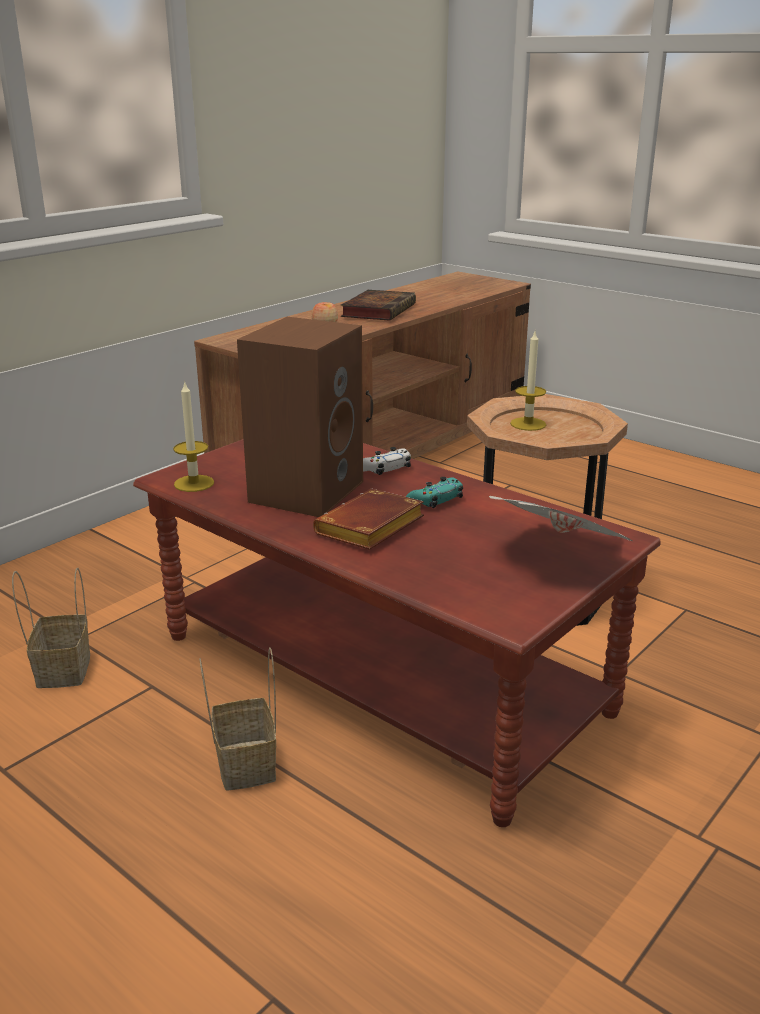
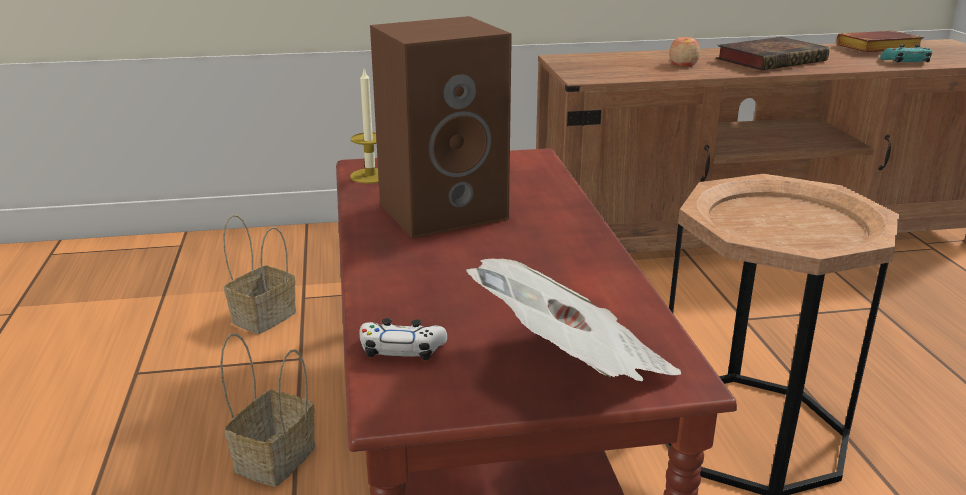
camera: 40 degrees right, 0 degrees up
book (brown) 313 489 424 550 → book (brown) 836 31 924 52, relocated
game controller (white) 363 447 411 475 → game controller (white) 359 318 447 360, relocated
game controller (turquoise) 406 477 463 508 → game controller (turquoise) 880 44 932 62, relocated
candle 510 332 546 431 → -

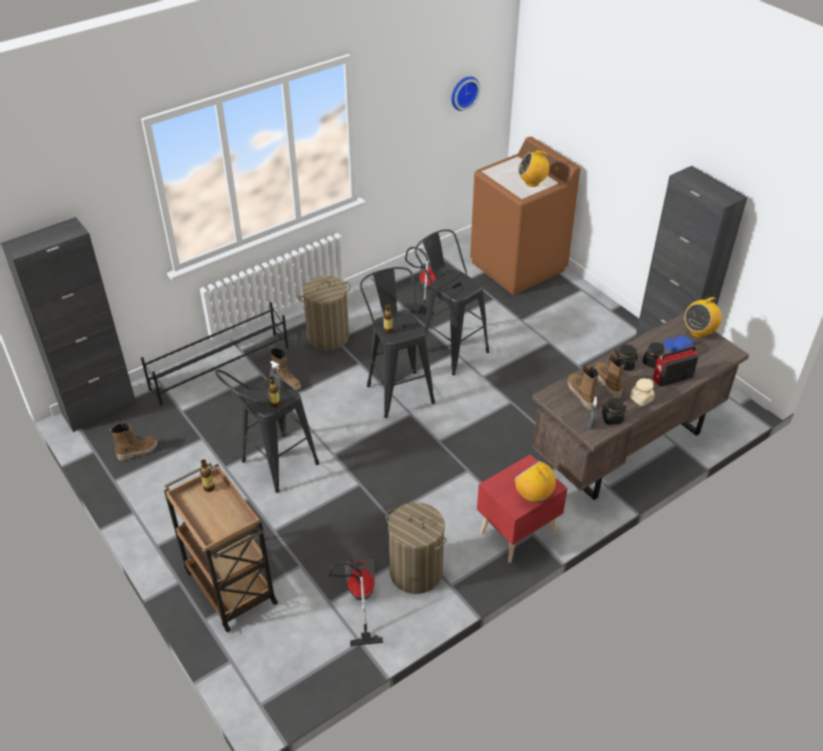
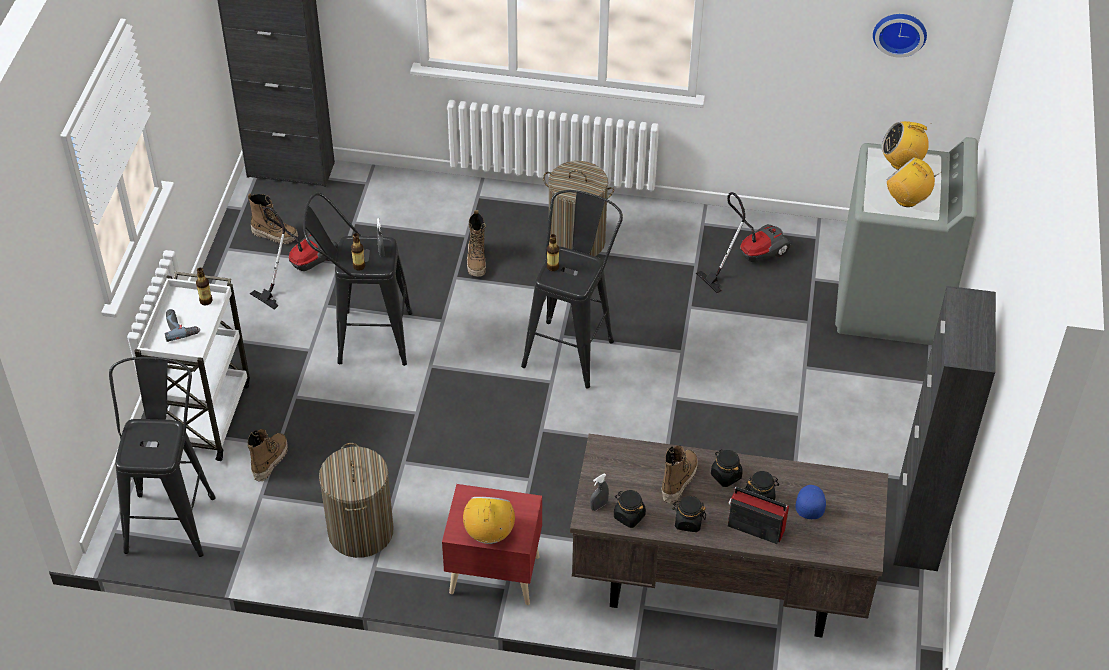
camera: 45 degrees right, 5 degrees up
shoe rack (black) 141 302 289 406 → -
cart (brown) 164 462 278 633 → cart (white) 134 272 250 461
vacuum cleaner 328 557 383 646 → vacuum cleaner 250 207 338 310, relocated
stool (black) 415 229 489 375 → stool (black) 109 357 216 557, relocated
washing machine (brown) 470 137 580 295 → washing machine (grey) 835 137 978 345
boot 567 366 599 410 → boot 247 429 288 481, relocated
jar (beige) 630 378 654 406 → jar (black) 673 496 706 532
radio 684 294 722 338 → radio 881 121 932 170, relocated
- → power drill 164 309 200 342

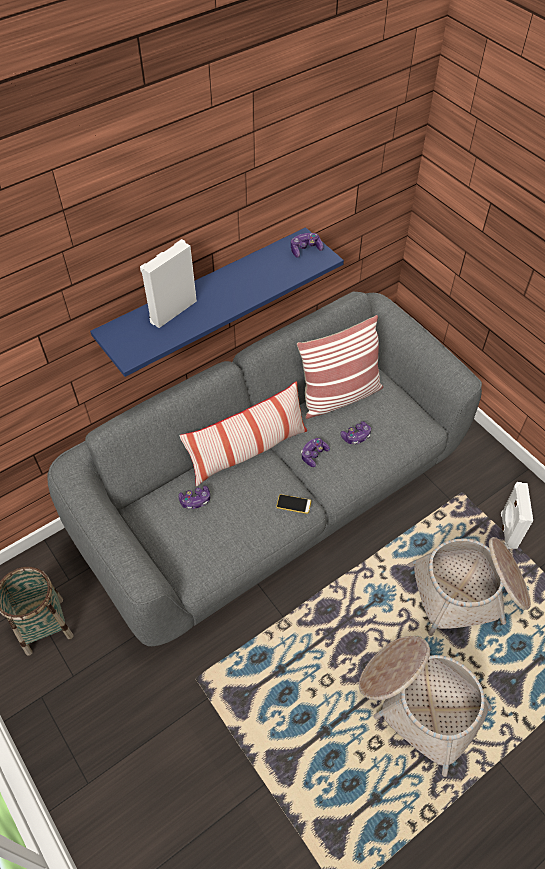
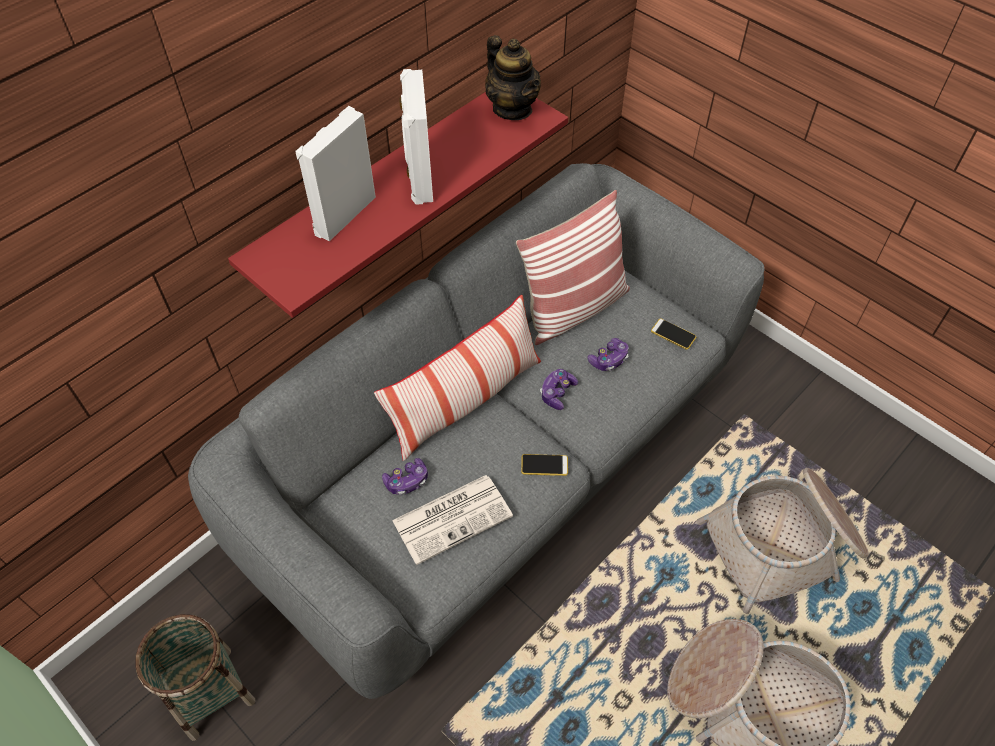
camera: 10 degrees left, 0 degrees up
shelf (blue) 90 227 344 377 → shelf (red) 228 92 568 318
game controller 291 233 323 258 → teapot 485 35 541 120
speaker (white) 501 482 533 549 → speaker (white) 399 69 433 205, relocated
- → newspaper 392 475 513 565
- → phone 651 318 696 350

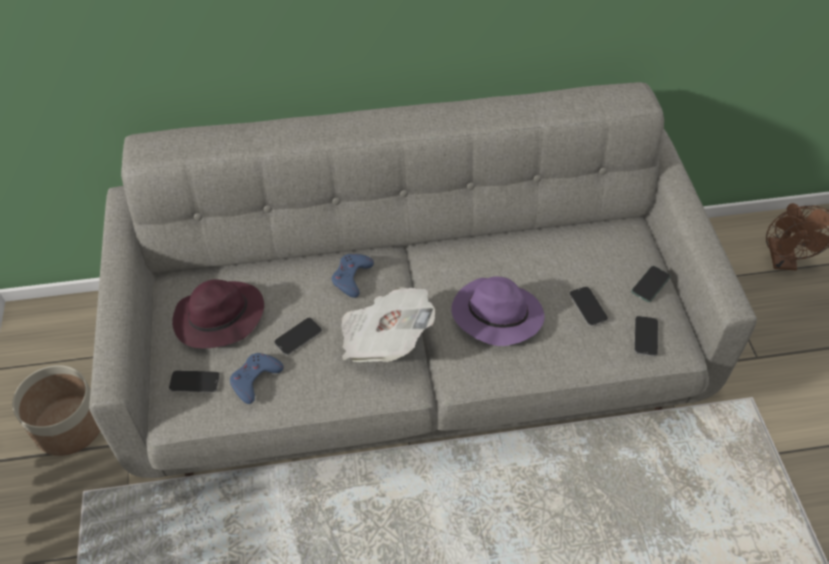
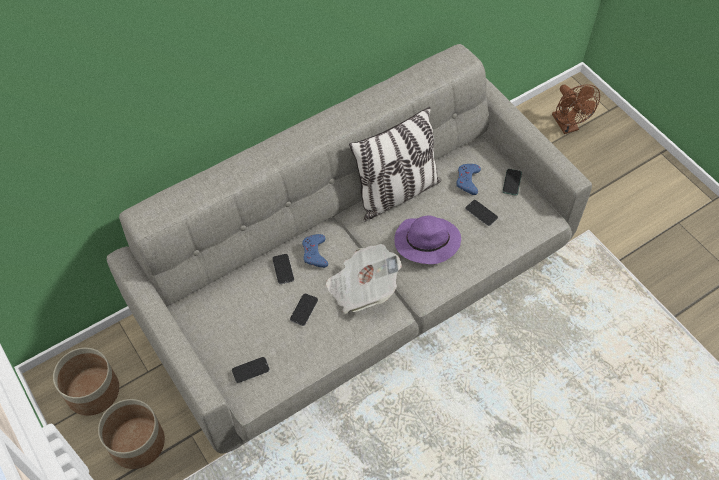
camera: 25 degrees left, 5 degrees up
hat (purple) 172 279 264 349 → -
game controller (blue) 230 353 284 404 → game controller (blue) 456 164 481 195, relocated
phone 634 316 658 356 → phone 272 254 294 284, relocated
- → planter 53 348 119 416
- → pillow 349 107 441 221

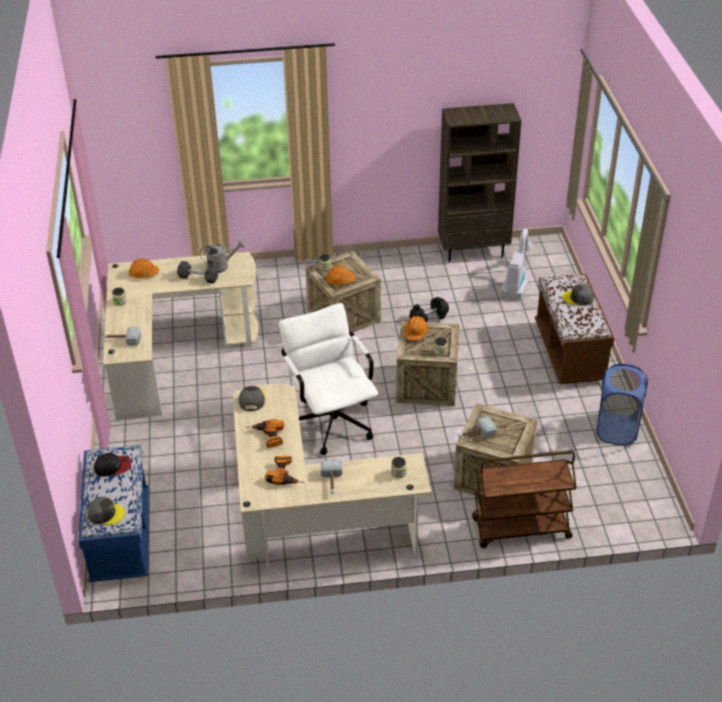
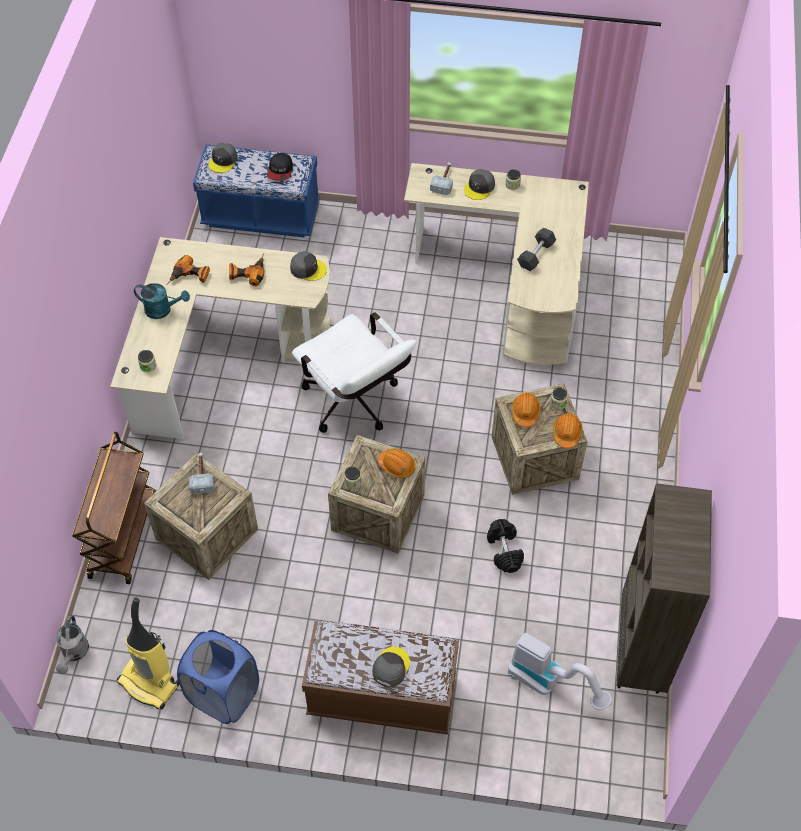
camera: 105 degrees right, 15 degrees up
hard hat (orange) 129 258 159 278 → hard hat (orange) 553 413 583 448, relocated
watering can (grey) 200 240 245 273 → watering can (grey) 56 616 89 674, relocated
office chair (white) 279 303 378 455 → office chair (white) 292 312 416 433, 60 degrees clockwise
hammer 320 459 342 494 → watering can (turquoise) 134 283 190 319
- → vacuum cleaner 117 597 179 710
- → cap (grey) 464 169 495 200

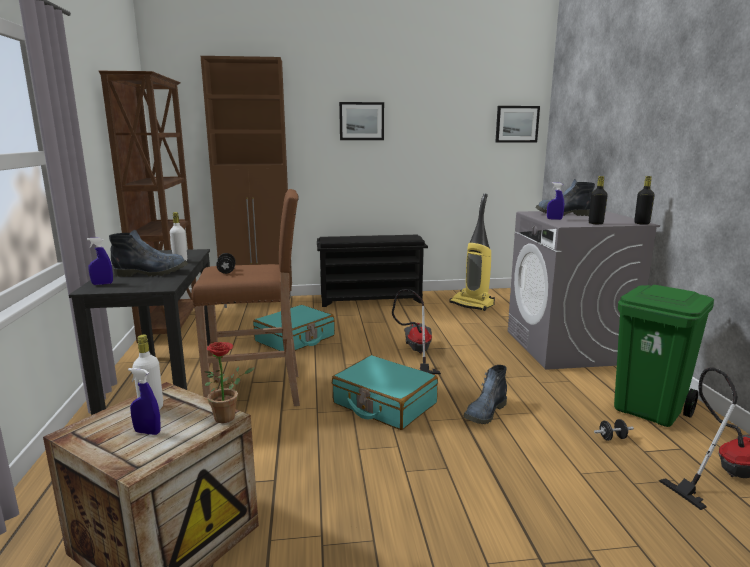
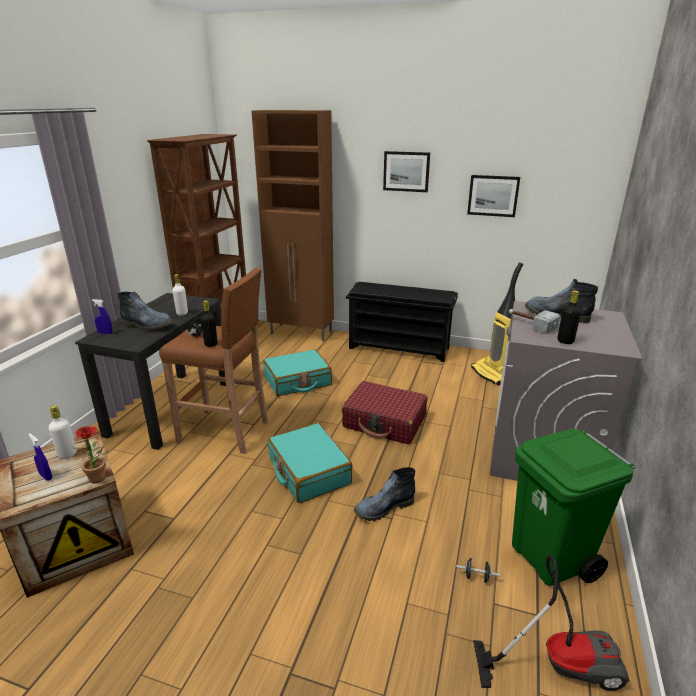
camera: 25 degrees right, 10 degrees up
vacuum cleaner 392 289 441 374 → suitcase (red) 342 381 427 444
picture 495 106 540 143 → picture 467 175 520 217, relocated
spray bottle (blue) 547 182 564 220 → hammer 509 309 560 333
bottle (black) 634 176 655 225 → bottle (black) 201 300 218 347, relocated

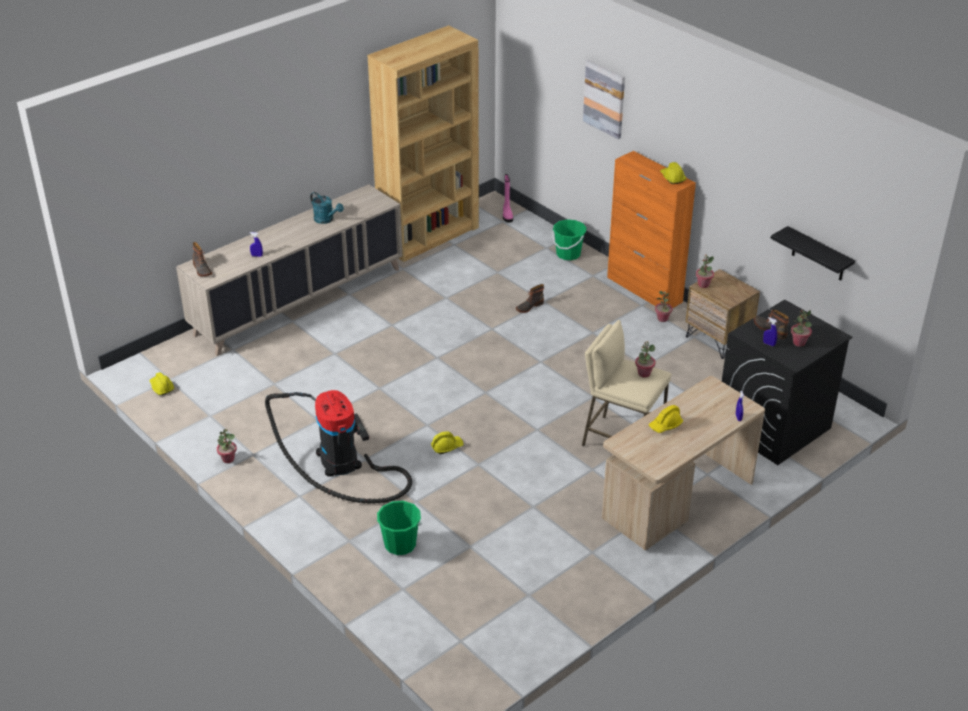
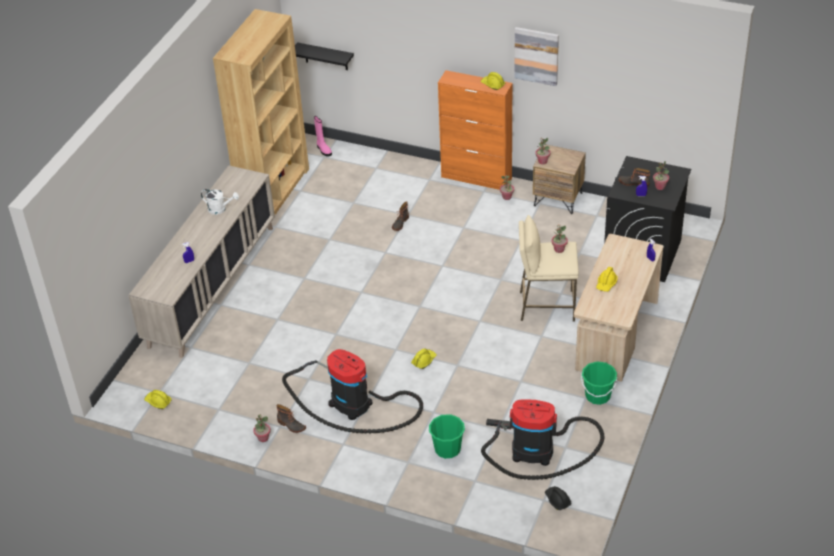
camera: 25 degrees left, 5 degrees up
boot 192 242 212 276 → boot 277 404 306 433, relocated
watering can (turquoise) 310 192 344 224 → watering can (white) 201 189 239 215
bucket (green) 552 219 587 260 → bucket (green) 581 361 617 405, relocated
picture 583 60 625 139 → picture 514 27 559 86, relocated
shelf (black) 771 226 855 281 → shelf (black) 295 42 354 70, relocated
- → vacuum cleaner 481 400 604 480
- → hard hat (black) 545 486 572 510

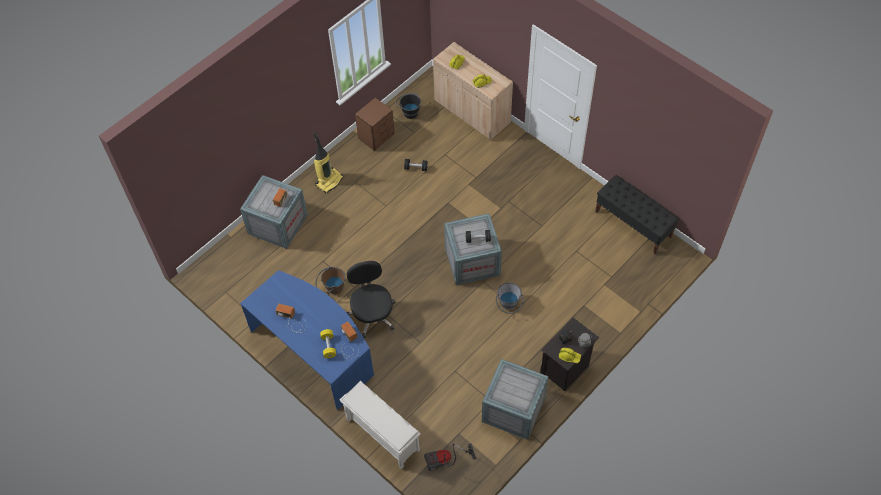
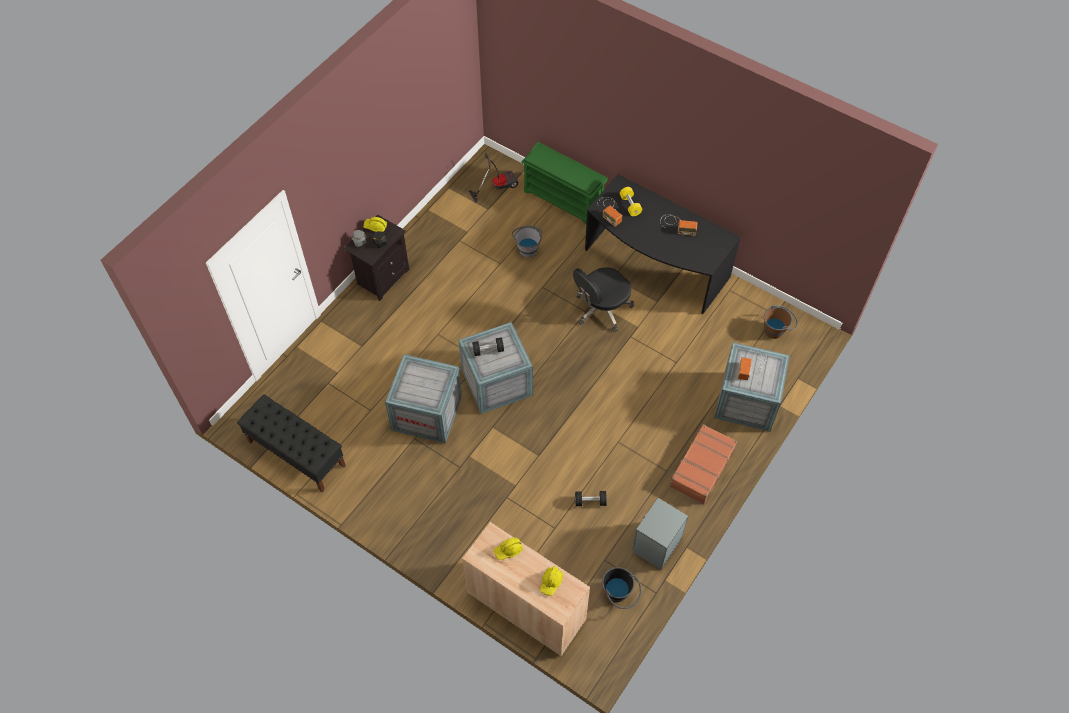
camera: 170 degrees right, 0 degrees up
desk (blue) 240 270 374 410 → desk (black) 585 174 741 314
vacuum cleaner 313 132 343 193 → suitcase (brown) 670 424 738 504
bucket (brown) 315 266 345 294 → bucket (brown) 764 305 798 339, relocated
shoe rack (white) 340 381 421 469 → shoe rack (green) 521 142 608 225
office chair (black) 347 261 395 338 → office chair (black) 573 267 634 332, 75 degrees clockwise
nightstand (brown) 355 98 394 151 → nightstand (grey) 632 498 688 570
crate 482 359 549 440 → crate 385 354 462 443, relocated
bucket (grey) 496 282 524 314 → bucket (grey) 511 226 542 257, relocated

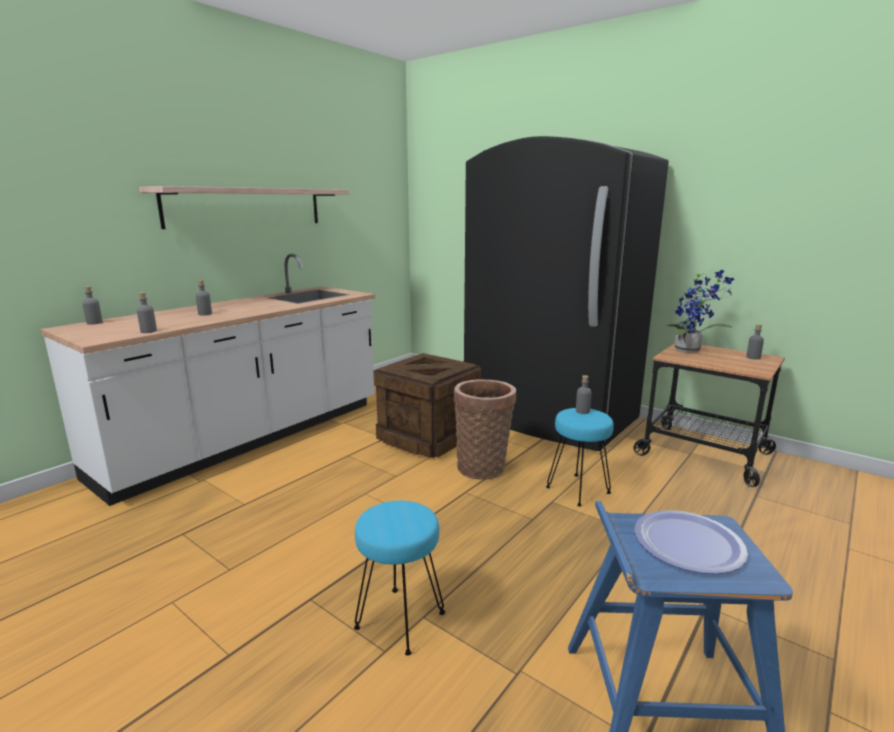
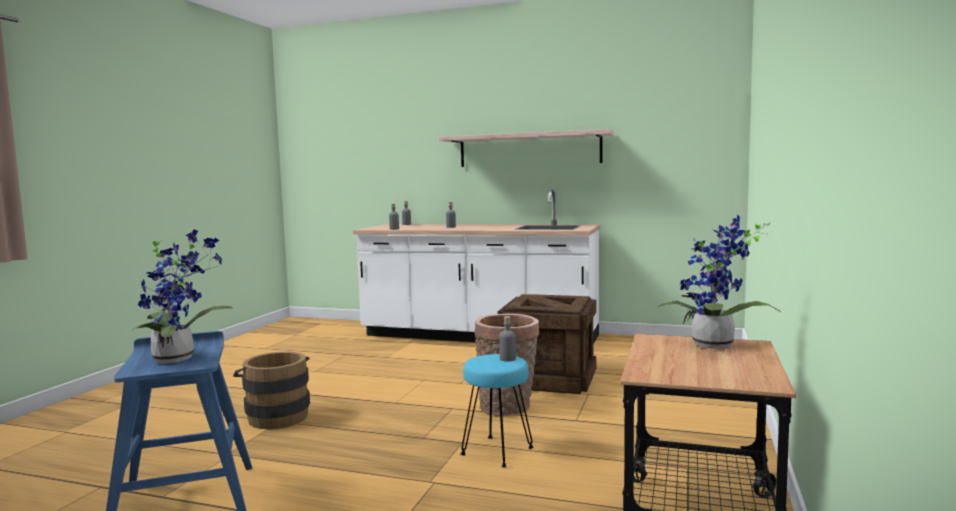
camera: 70 degrees right, 10 degrees down
stool (turquoise) 354 501 445 656 → bucket (brown) 233 352 310 429
fridge (black) 464 136 669 451 → -
plate 635 510 748 574 → potted plant 132 230 233 364
bottle (grey) 746 324 764 359 → -

